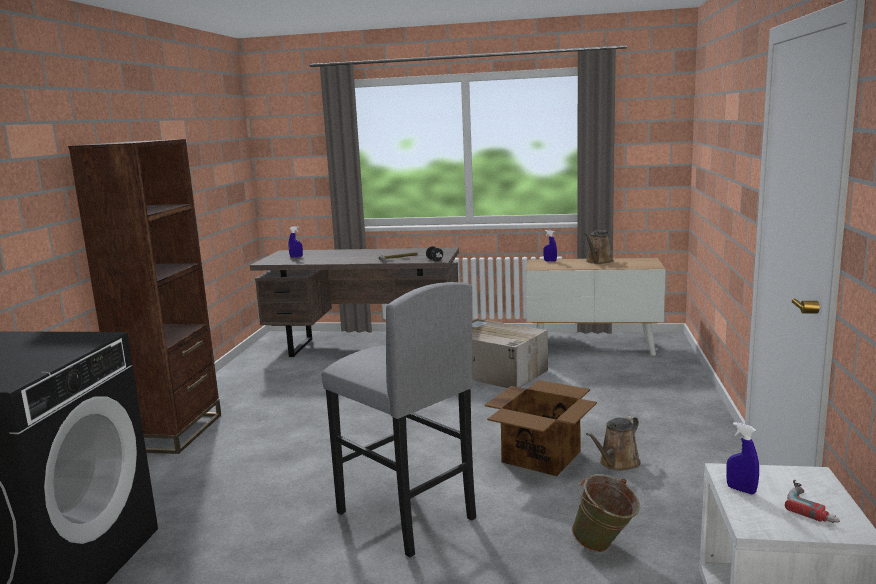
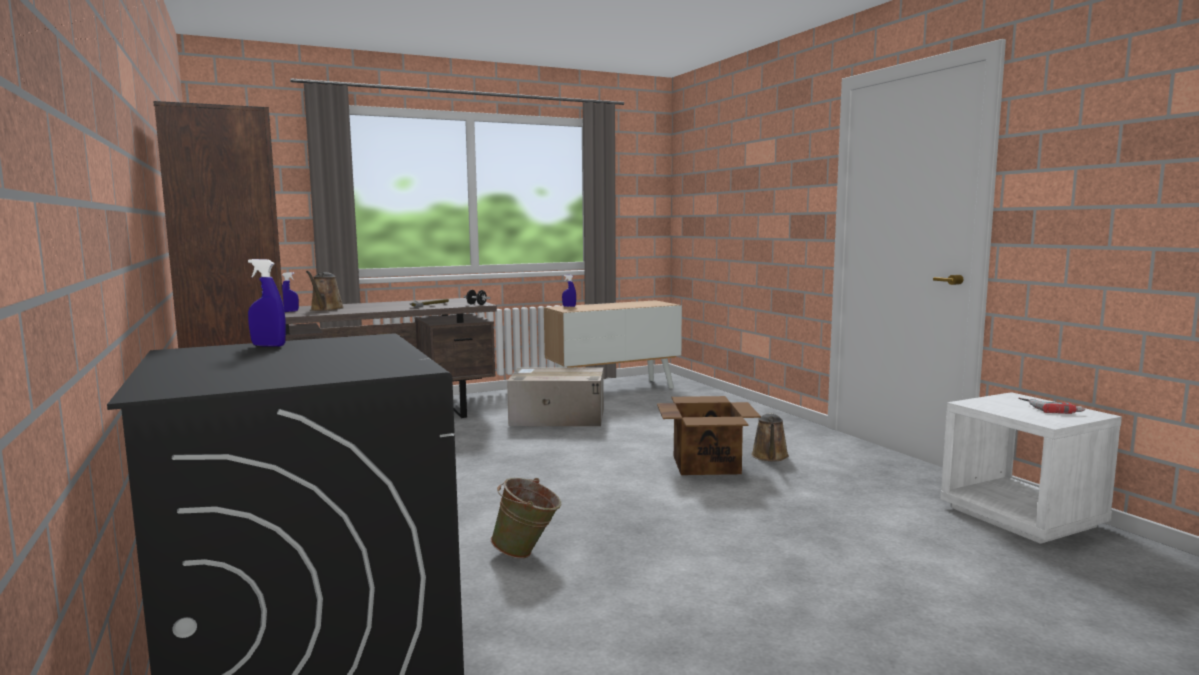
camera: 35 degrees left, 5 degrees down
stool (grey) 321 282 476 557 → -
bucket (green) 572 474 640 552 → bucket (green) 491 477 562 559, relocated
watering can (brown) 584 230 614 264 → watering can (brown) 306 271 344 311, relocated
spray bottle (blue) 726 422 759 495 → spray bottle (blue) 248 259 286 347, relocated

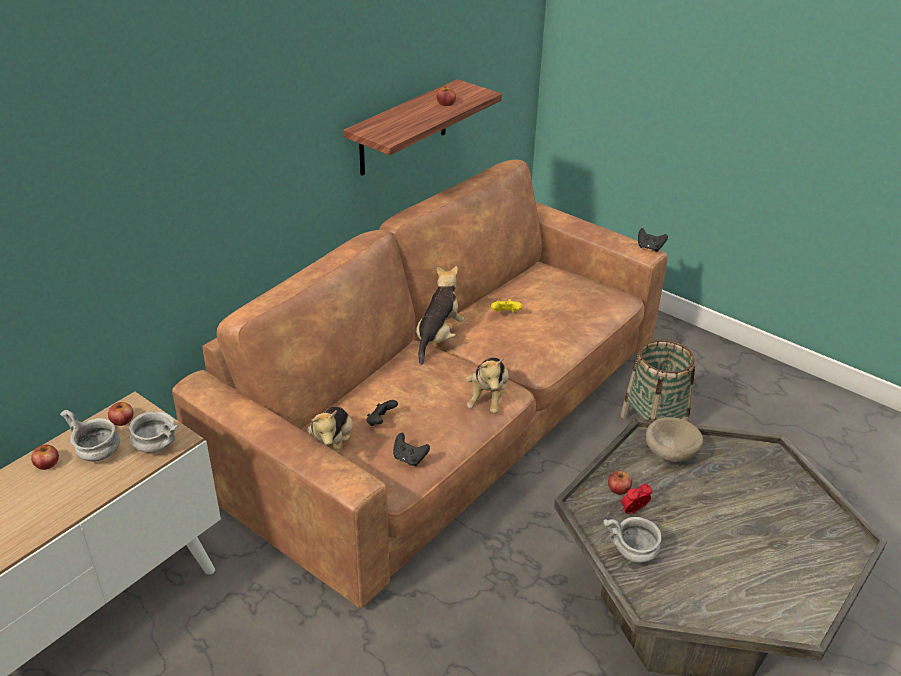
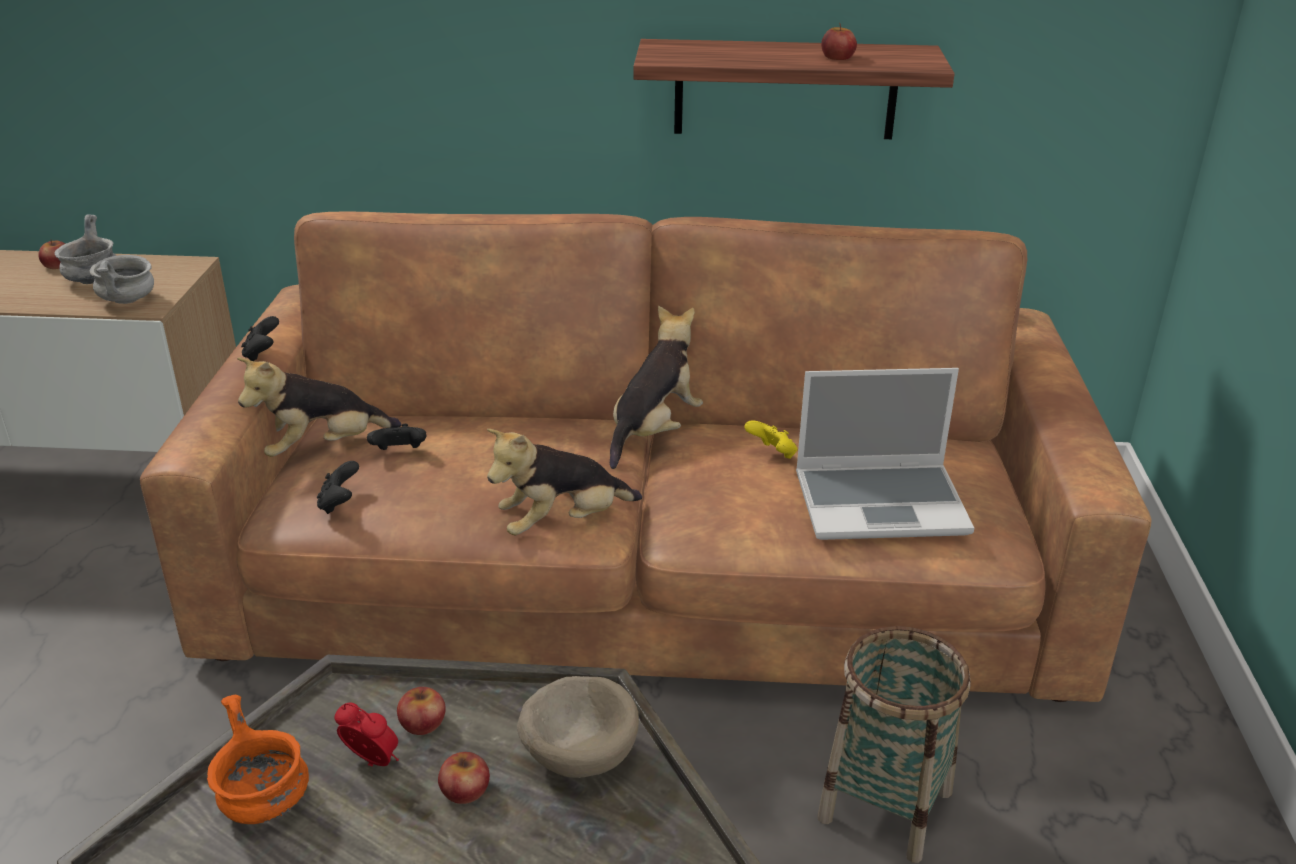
camera: 55 degrees right, 5 degrees down
apple 108 402 133 426 → apple 438 752 490 804, relocated
plush toy 416 266 464 365 → plush toy 610 306 703 469, 45 degrees counterclockwise
bowl (grey) 603 517 662 563 → bowl (orange) 207 694 309 824
game controller (black) 638 228 668 252 → game controller (black) 241 316 279 361, relocated
- → laptop 796 368 974 540

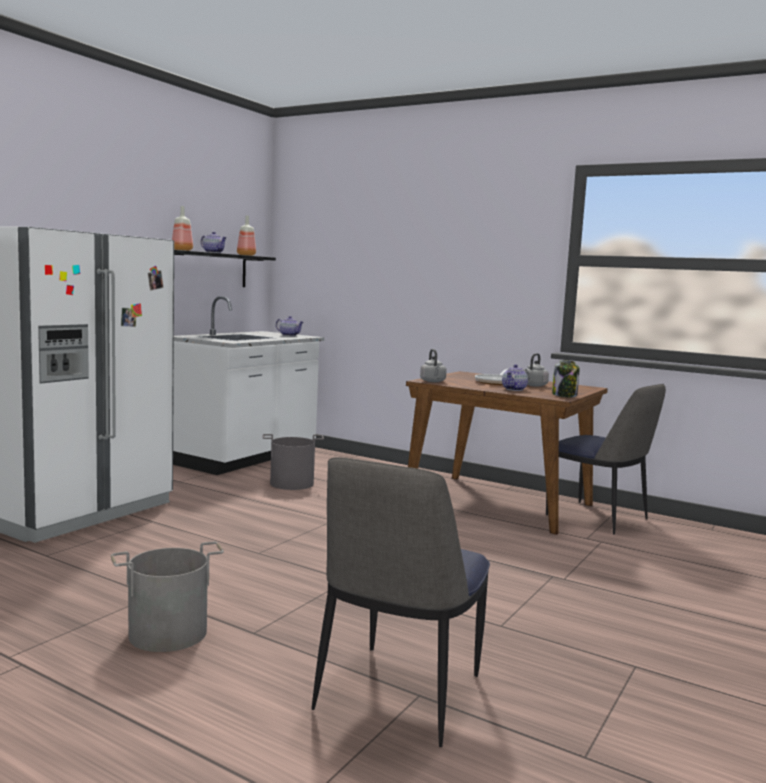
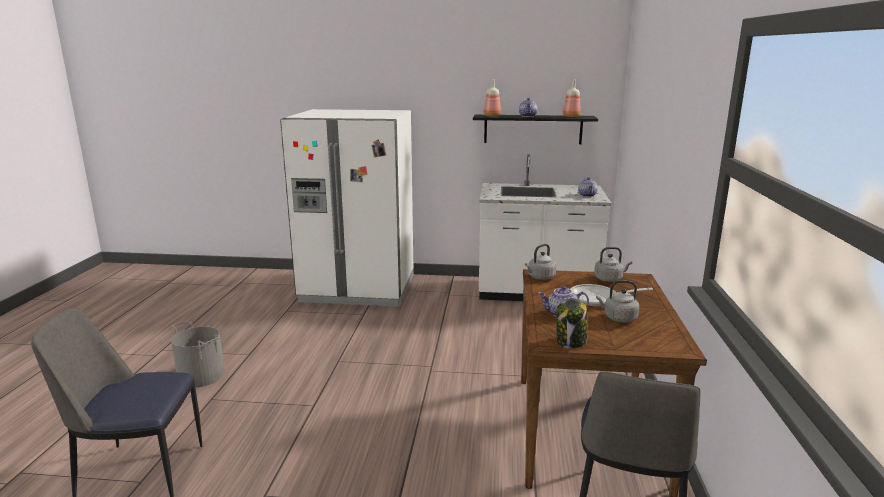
camera: 65 degrees right, 10 degrees up
bucket (grey) 262 434 324 490 → -
- → kettle (grey) 594 247 632 282

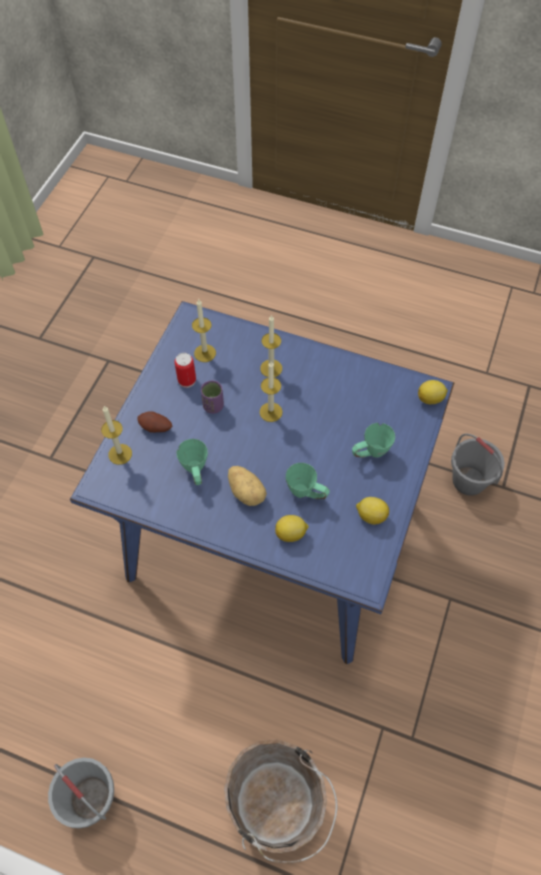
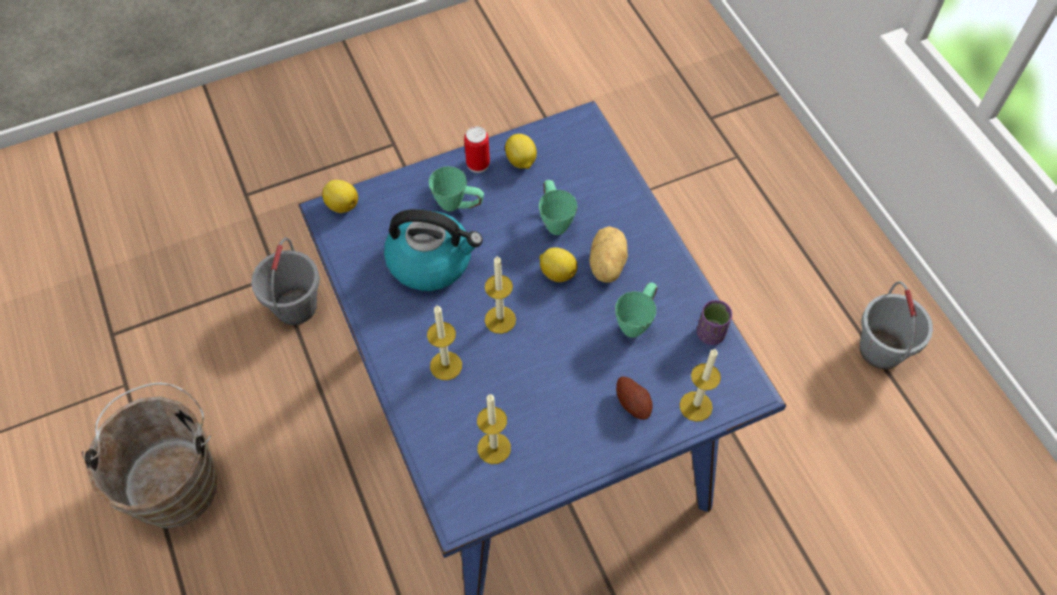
camera: 135 degrees left, 0 degrees up
can 175 353 196 388 → can 464 126 490 173, relocated
cup (purple) 201 381 224 414 → cup (purple) 697 300 732 345, relocated
bucket (brown) 224 740 337 863 → bucket (brown) 82 383 217 528, relocated
lemon 275 515 308 542 → lemon 540 247 577 282, relocated
- → kettle 384 209 483 291

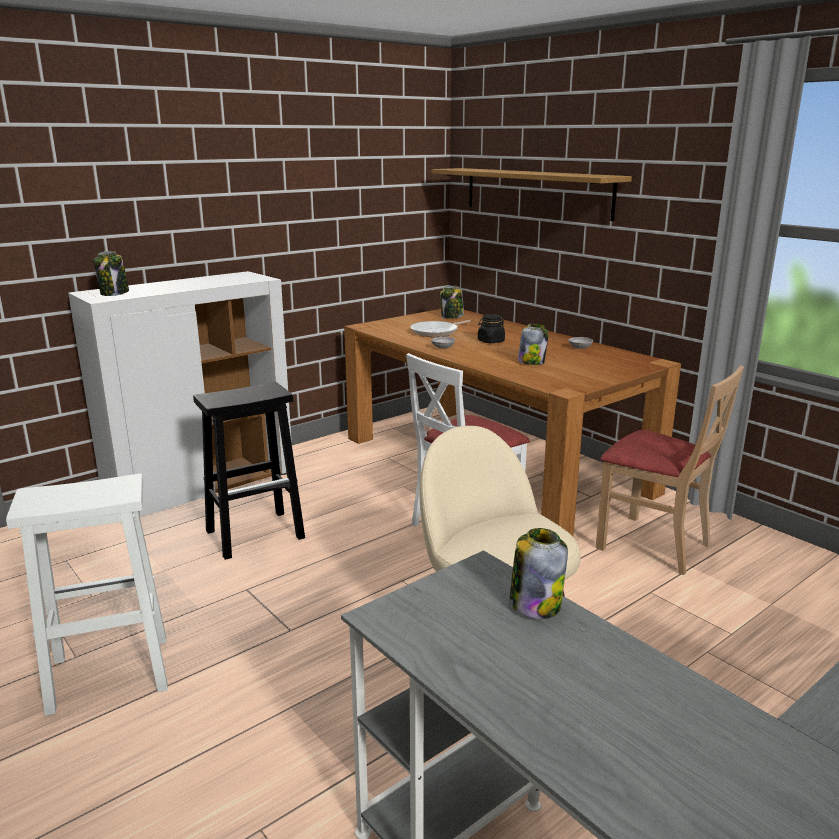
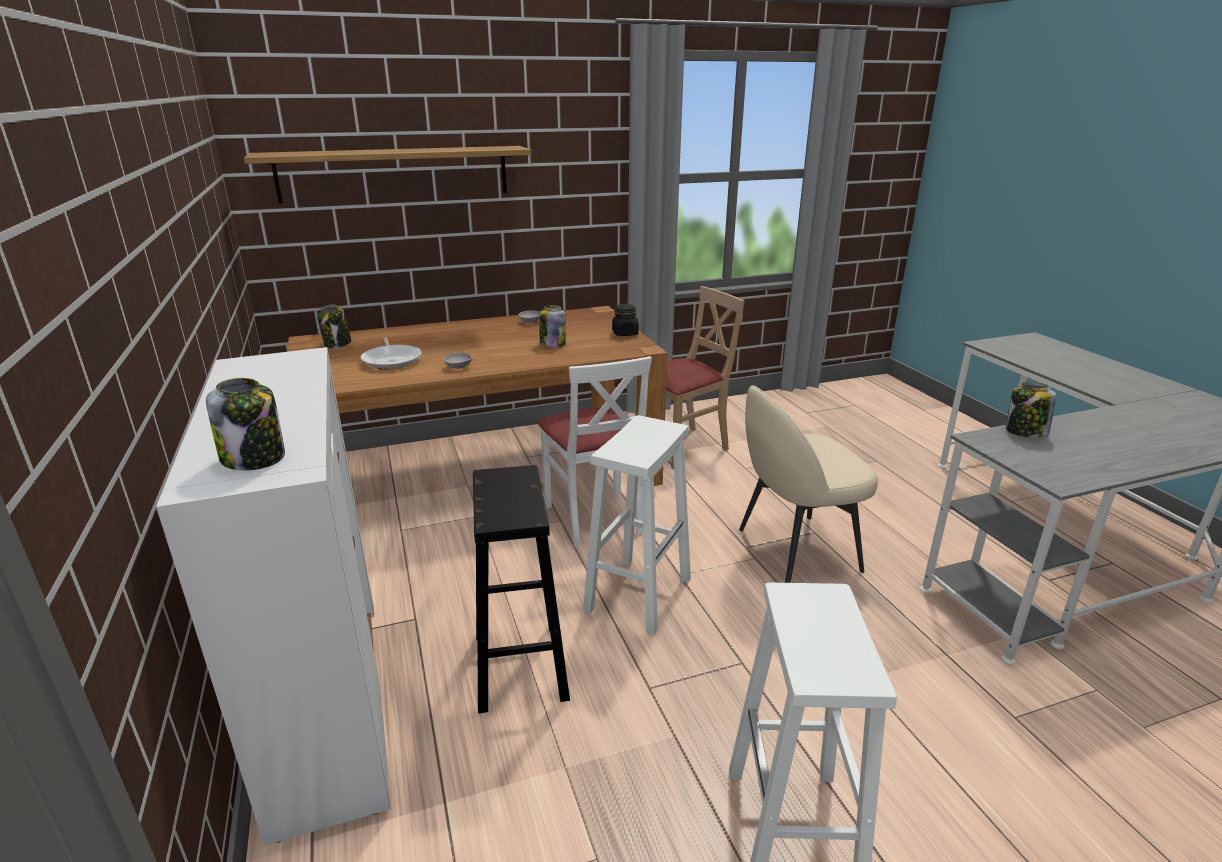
camera: 70 degrees left, 5 degrees up
jar (black) 478 314 505 343 → jar (black) 612 304 639 336, relocated
- → stool (white) 583 415 691 635

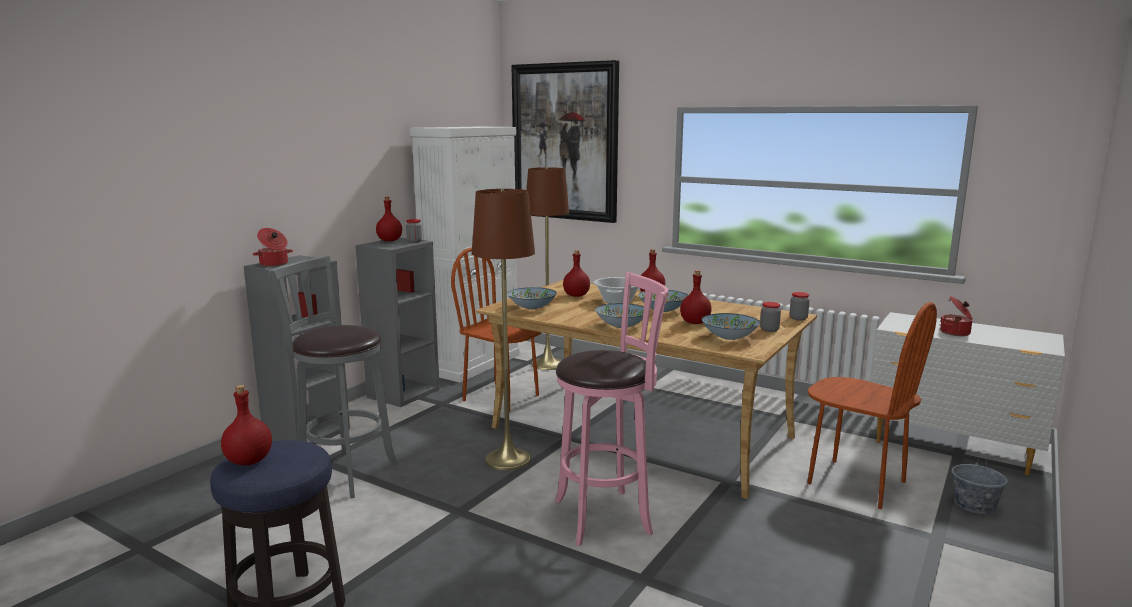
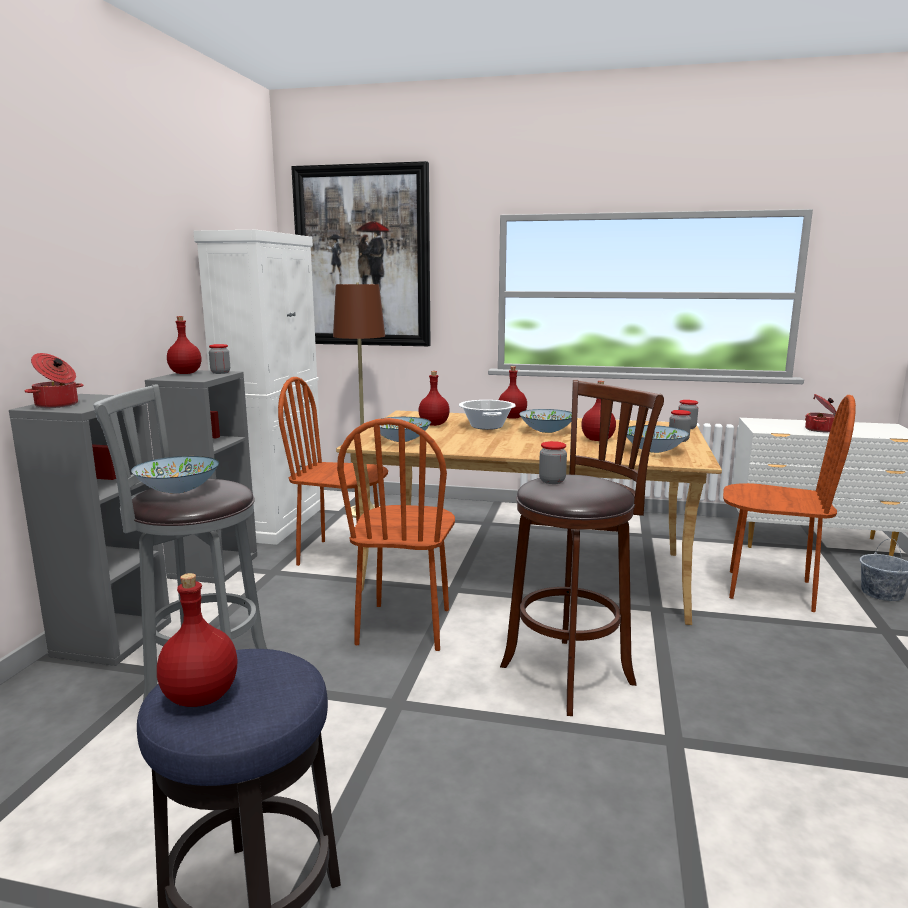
camera: 20 degrees left, 0 degrees up
floor lamp (brown) 472 189 535 470 → chair (brown) 337 418 455 651
stool (pink) 555 272 668 546 → stool (brown) 500 380 664 716
bowl 595 303 644 328 → bowl 131 456 219 494, relocated
- → jar 539 441 567 484

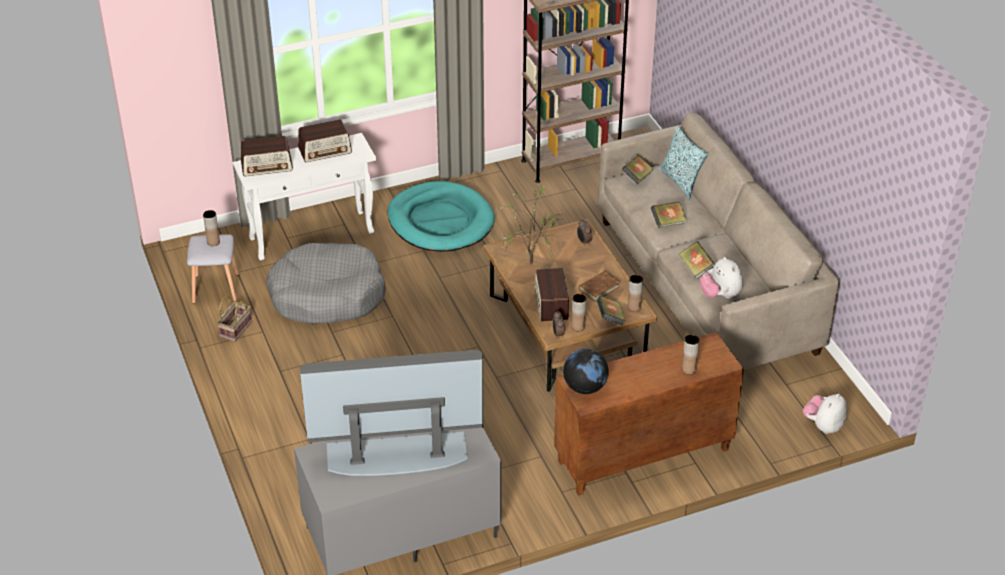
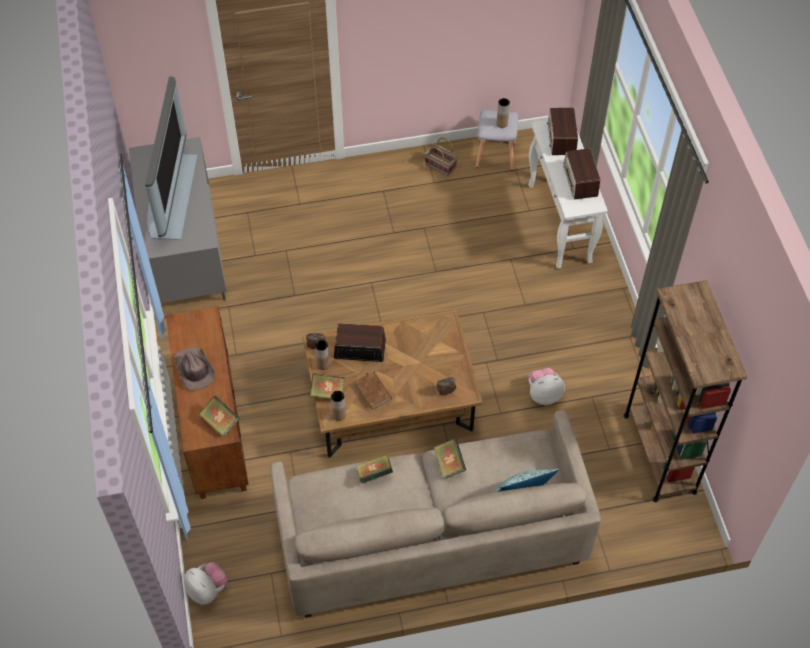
camera: 100 degrees right, 15 degrees up
dog bed (grey) 266 243 386 325 → -
dog bed (turquoise) 387 181 495 252 → -
potted plant 500 186 562 264 → -
globe 563 349 609 394 → -
book 622 155 654 184 → book 199 396 240 436, relocated
vase (brown) 682 335 700 375 → -
plush toy 700 257 743 299 → plush toy 529 368 565 405, relocated
- → hat (brown) 174 347 215 390

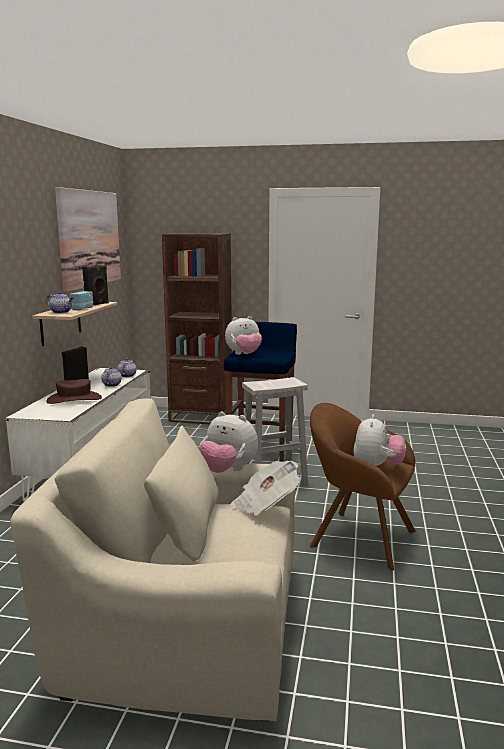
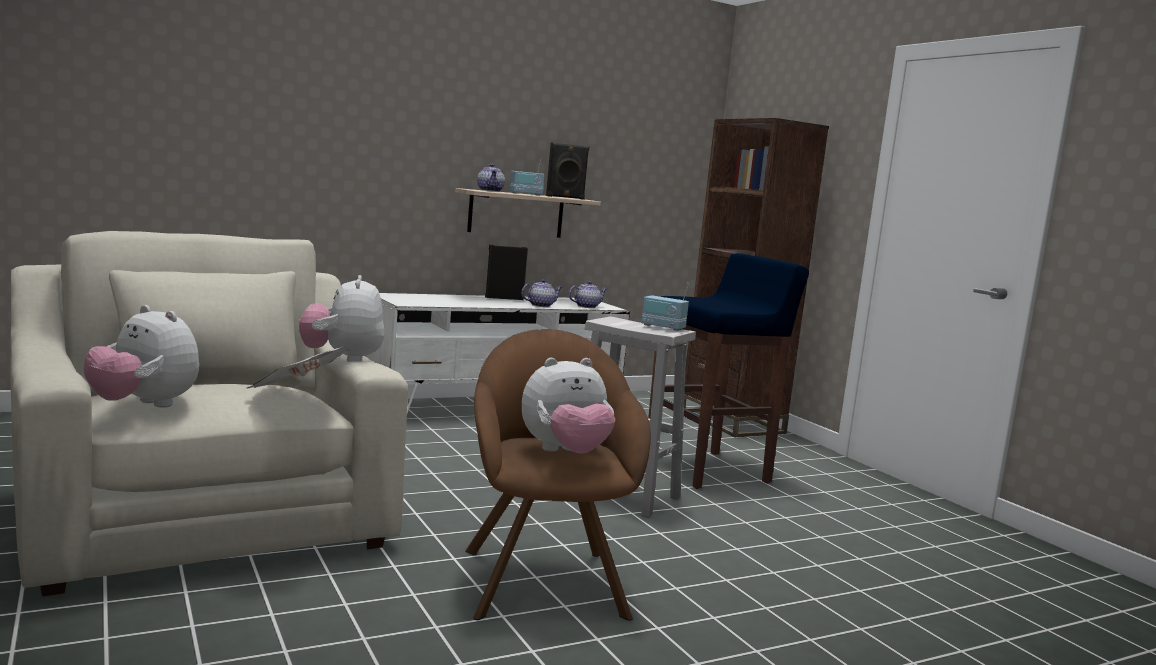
camera: 50 degrees right, 5 degrees down
hat (brown) 46 379 102 404 → -
picture 55 187 121 292 → -
plush toy 225 316 262 355 → plush toy 84 305 199 408, relocated
- → radio 641 282 689 331

